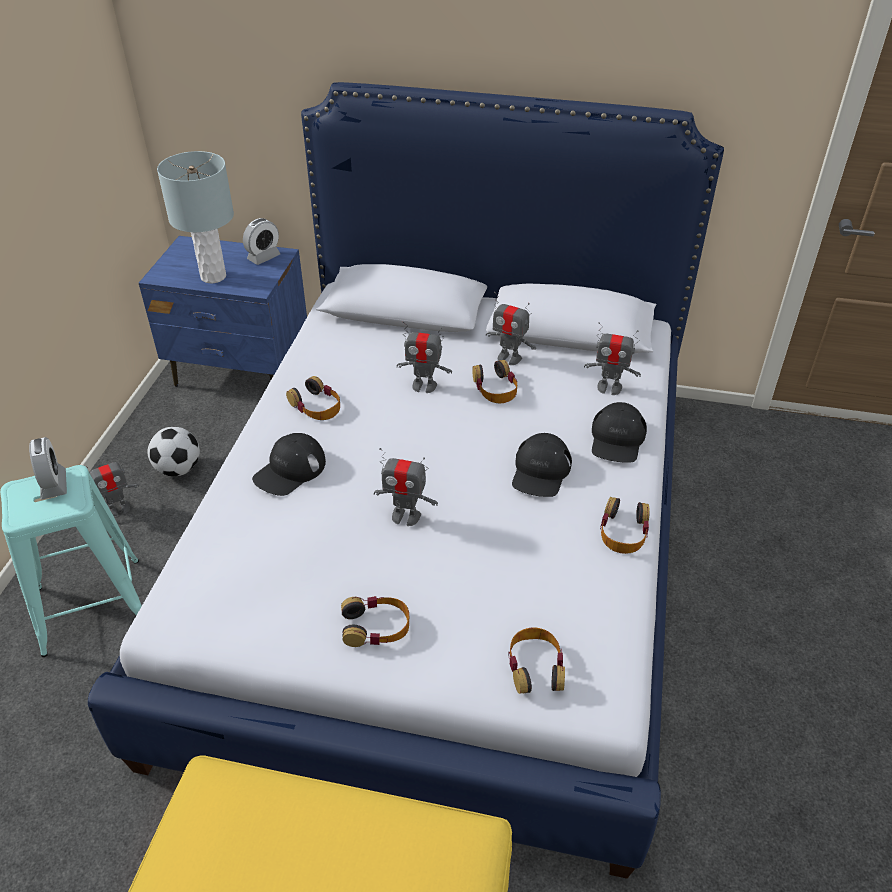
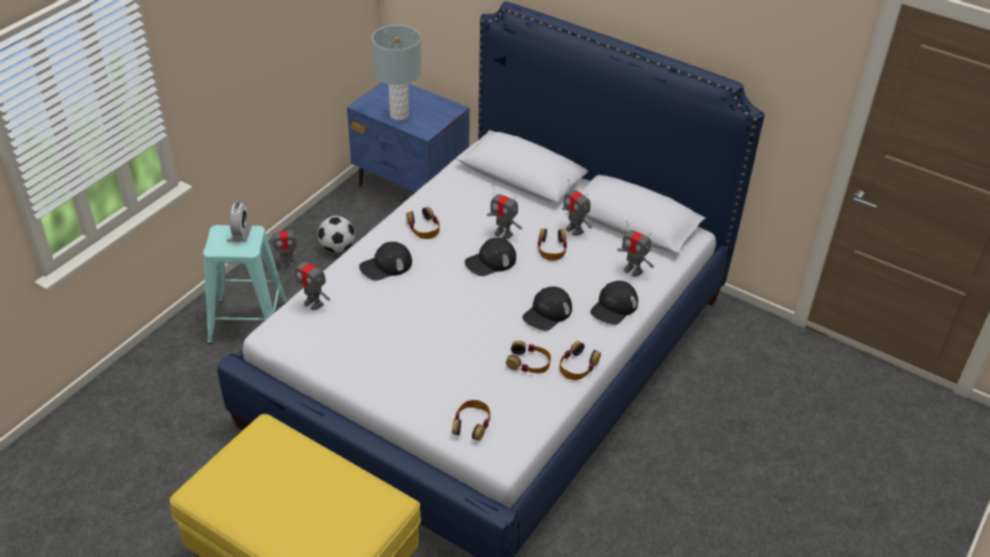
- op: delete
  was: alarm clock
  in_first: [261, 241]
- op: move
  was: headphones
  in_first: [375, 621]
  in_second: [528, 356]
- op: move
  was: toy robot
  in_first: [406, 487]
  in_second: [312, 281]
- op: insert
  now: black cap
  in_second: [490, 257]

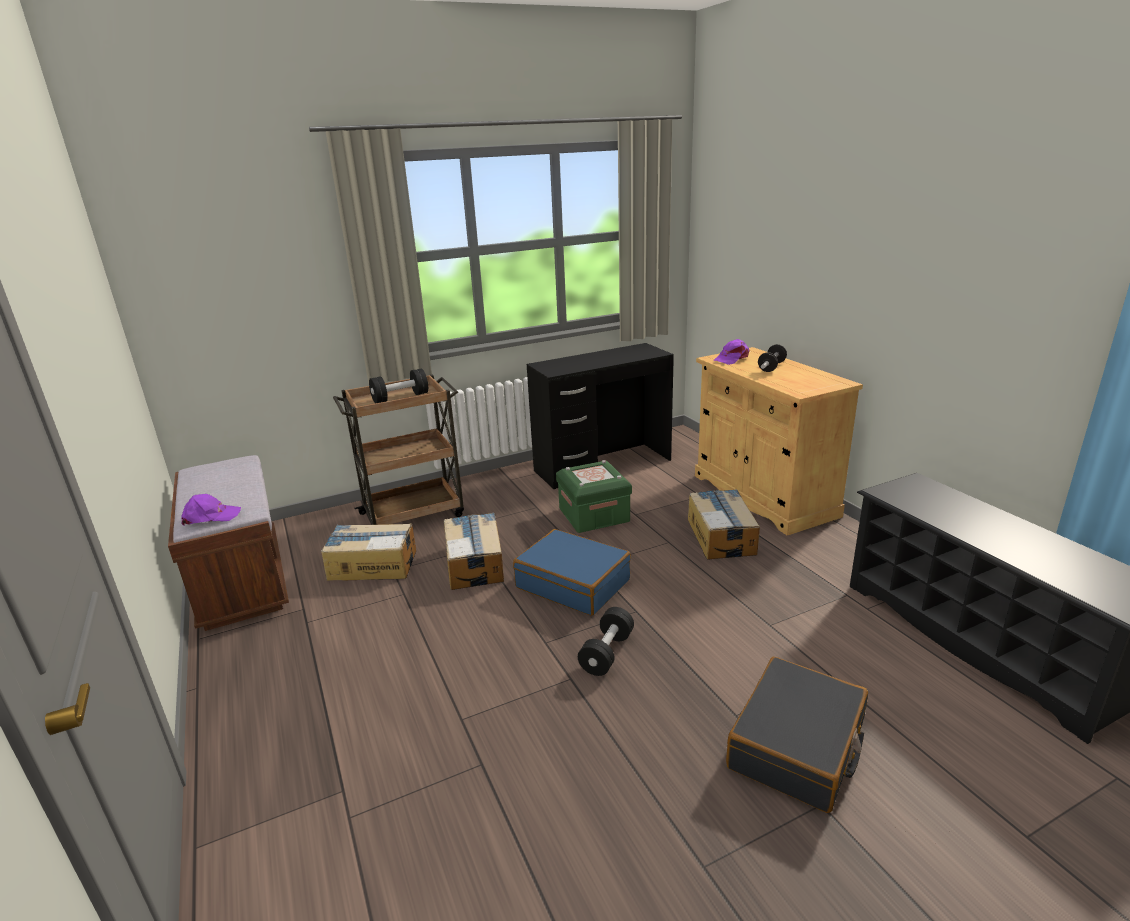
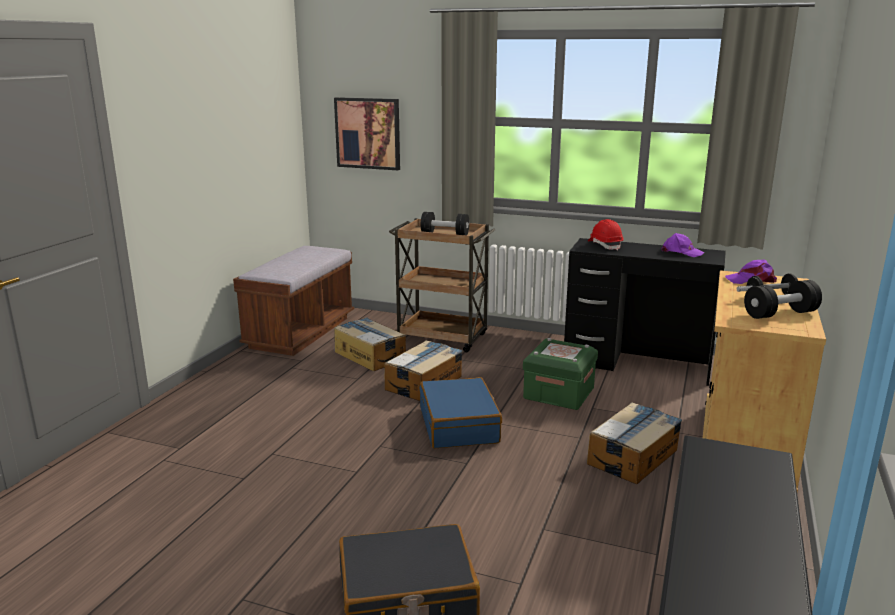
- op: move
  was: purple cap
  in_first: [211, 510]
  in_second: [683, 245]
- op: move
  was: black dumbbell
  in_first: [606, 641]
  in_second: [783, 299]
- op: insert
  now: picture
  in_second: [367, 133]
- op: insert
  now: red hard hat
  in_second: [606, 235]

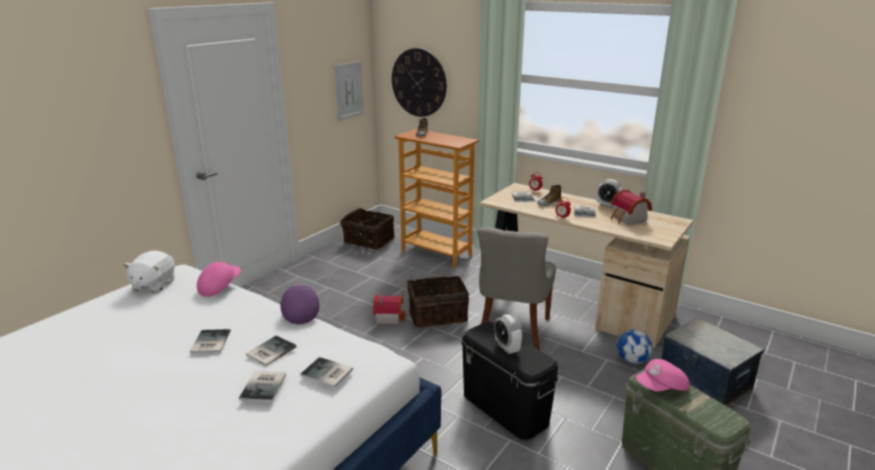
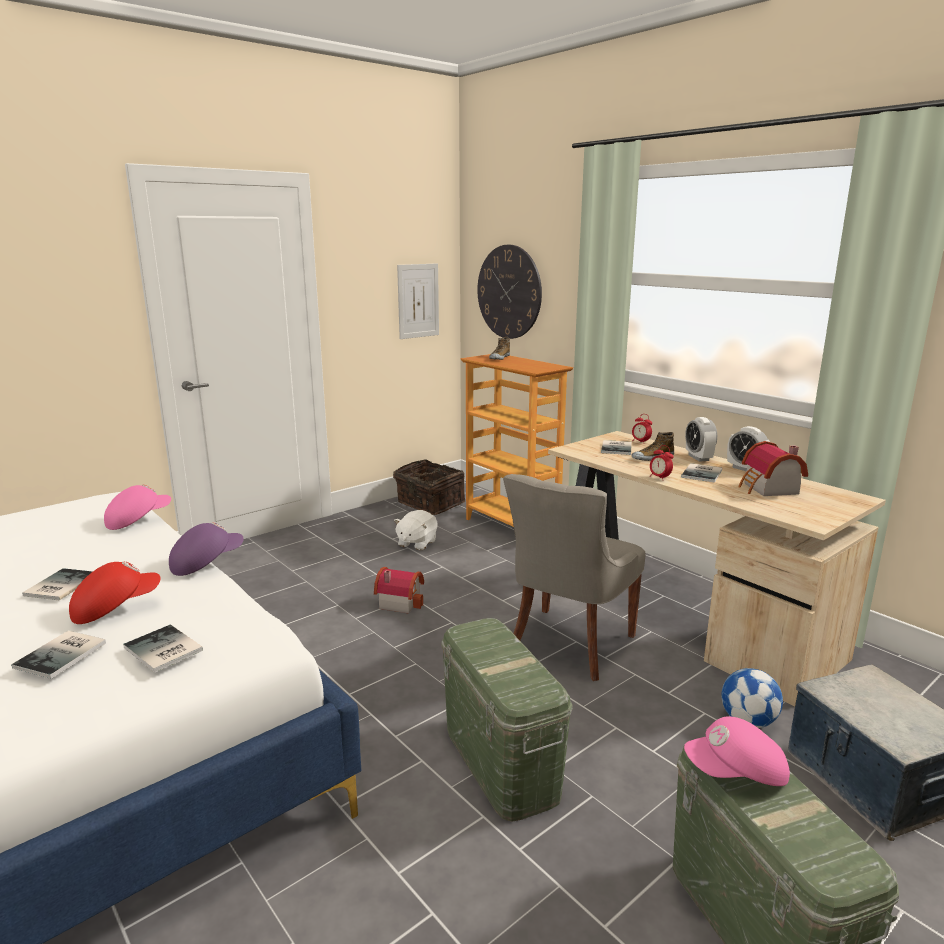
- op: move
  was: white plush toy
  in_first: [149, 271]
  in_second: [416, 530]
- op: replace
  was: book
  now: red cap
  in_first: [271, 351]
  in_second: [115, 592]
- op: rotate
  was: purple cap
  in_first: [299, 304]
  in_second: [206, 549]
  clockwise: 45
- op: delete
  was: basket
  in_first: [438, 302]
- op: recolor
  was: black storage box
  now: green storage box
  in_first: [510, 381]
  in_second: [507, 720]
- op: move
  was: alarm clock
  in_first: [508, 334]
  in_second: [701, 439]

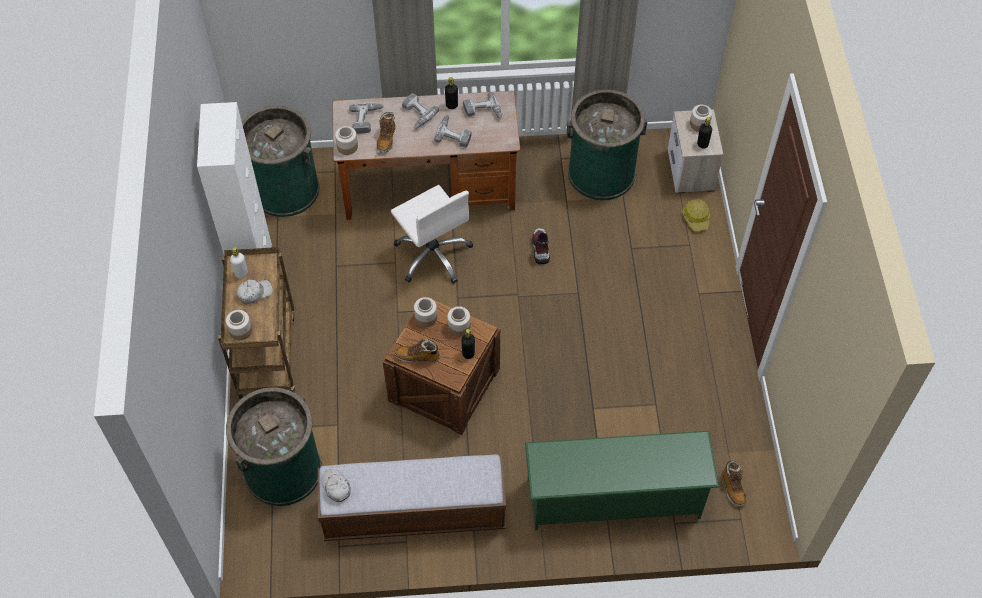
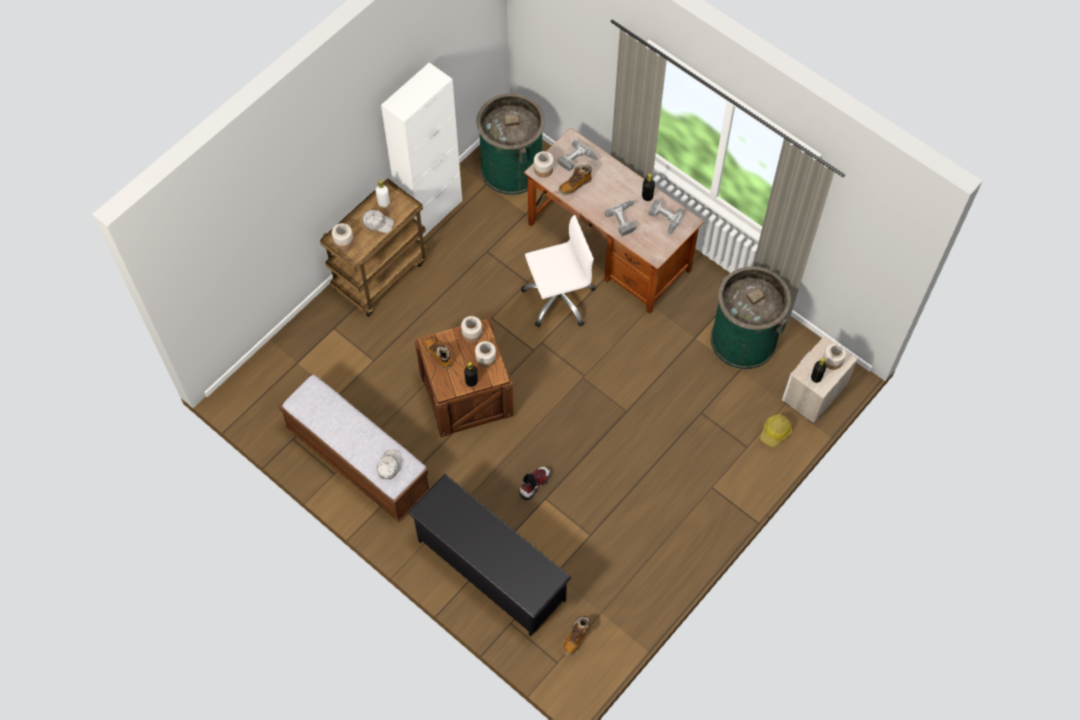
- op: delete
  was: green trash can
  in_first: [274, 446]
- op: move
  was: white cap
  in_first: [336, 485]
  in_second: [389, 464]
- op: rotate
  was: white office chair
  in_first: [432, 234]
  in_second: [558, 271]
  clockwise: -120
- op: delete
  was: power drill
  in_first: [420, 111]
- op: recolor
  was: green shoe rack
  now: black shoe rack
  in_first: [622, 480]
  in_second: [489, 555]
- op: move
  was: boot
  in_first: [540, 246]
  in_second: [535, 483]

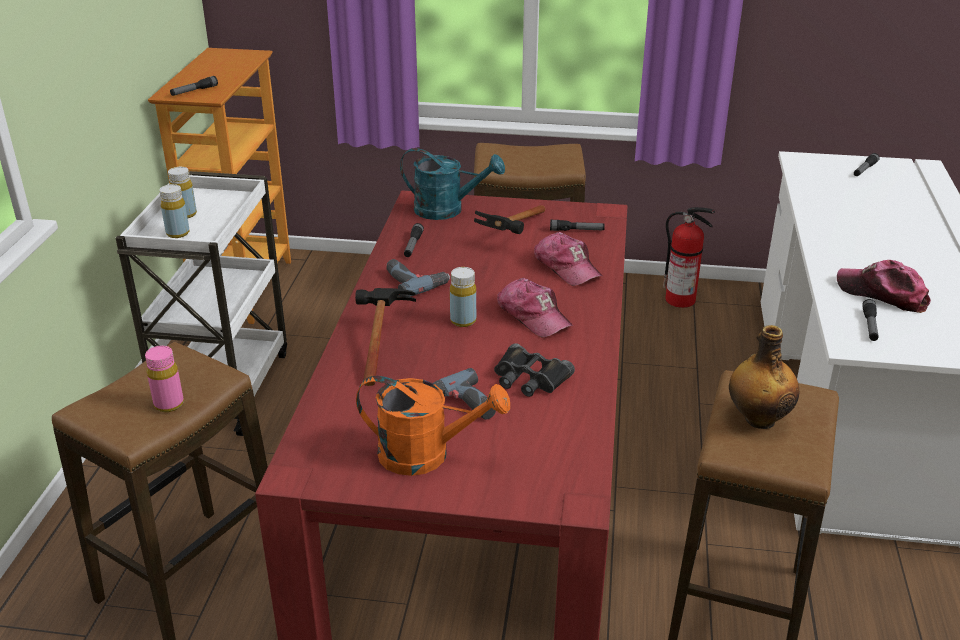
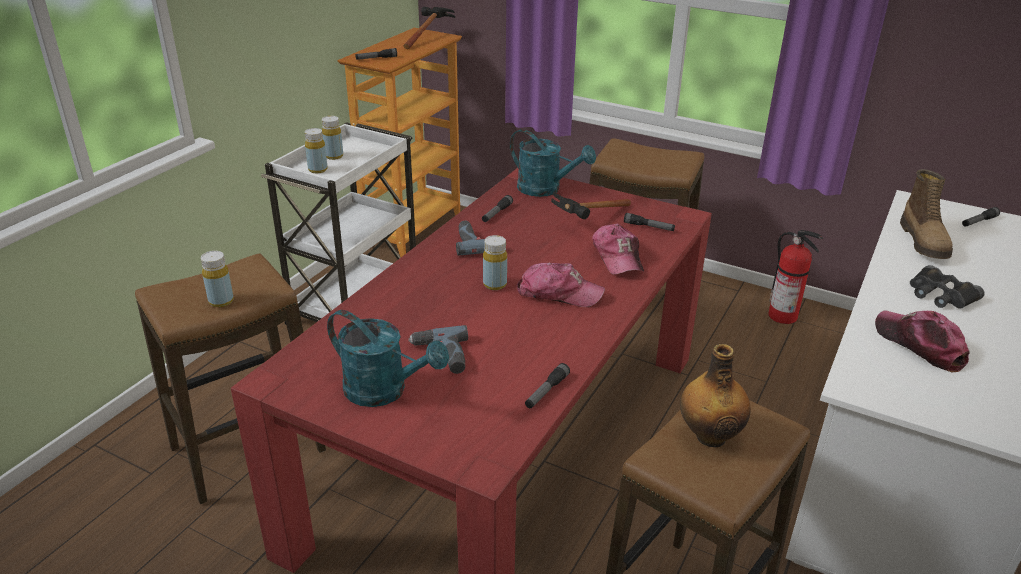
- op: recolor
  was: pink bottle
  now: yellow bottle
  in_first: [164, 379]
  in_second: [217, 279]
- op: move
  was: hammer
  in_first: [385, 337]
  in_second: [429, 28]
- op: recolor
  was: orange watering can
  now: turquoise watering can
  in_first: [433, 426]
  in_second: [388, 358]
- op: move
  was: black binoculars
  in_first: [534, 370]
  in_second: [947, 287]
- op: rotate
  was: cap
  in_first: [535, 308]
  in_second: [561, 285]
  clockwise: -60
- op: move
  was: flashlight
  in_first: [870, 320]
  in_second: [547, 385]
- op: insert
  now: boot
  in_second: [926, 214]

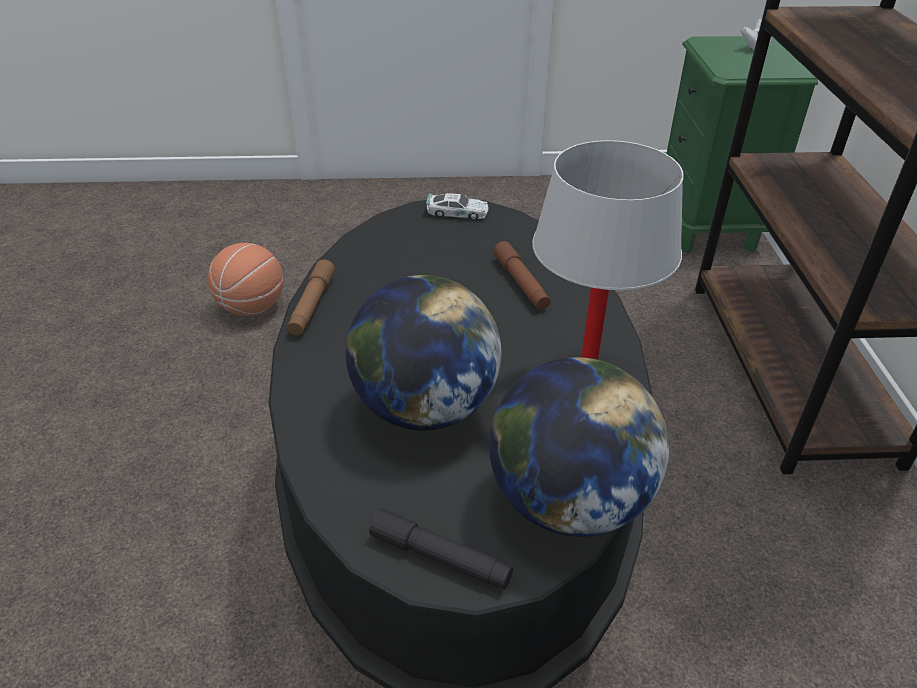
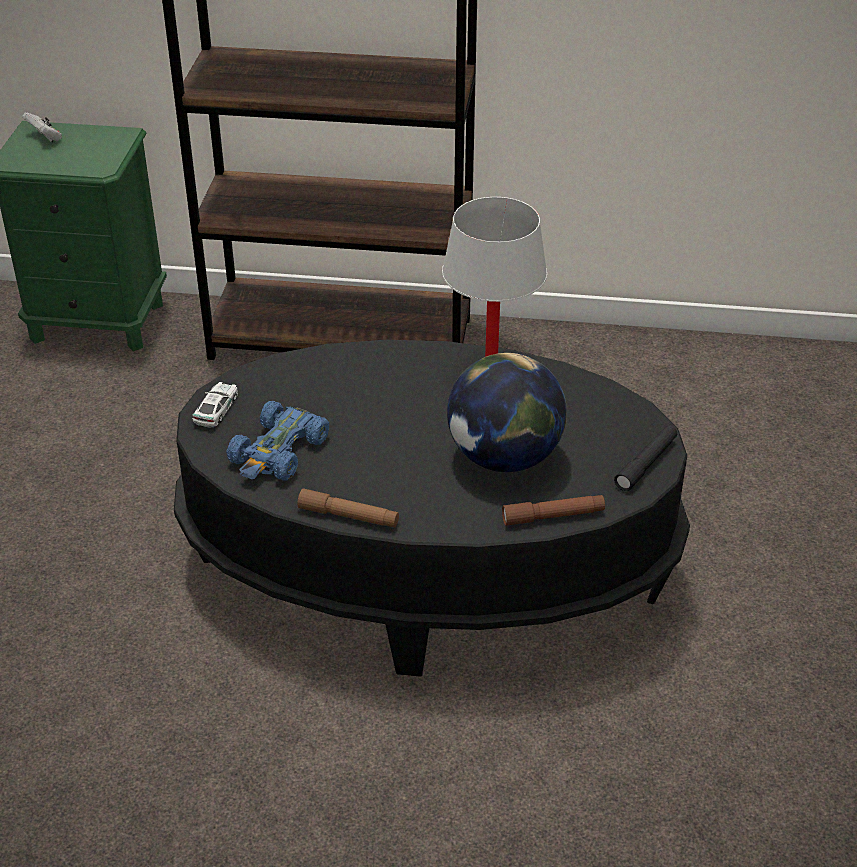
- op: delete
  was: basketball
  in_first: [246, 279]
- op: delete
  was: globe
  in_first: [579, 447]
- op: move
  was: brown flashlight
  in_first: [522, 275]
  in_second: [553, 510]
- op: insert
  now: blue toy car
  in_second: [277, 441]

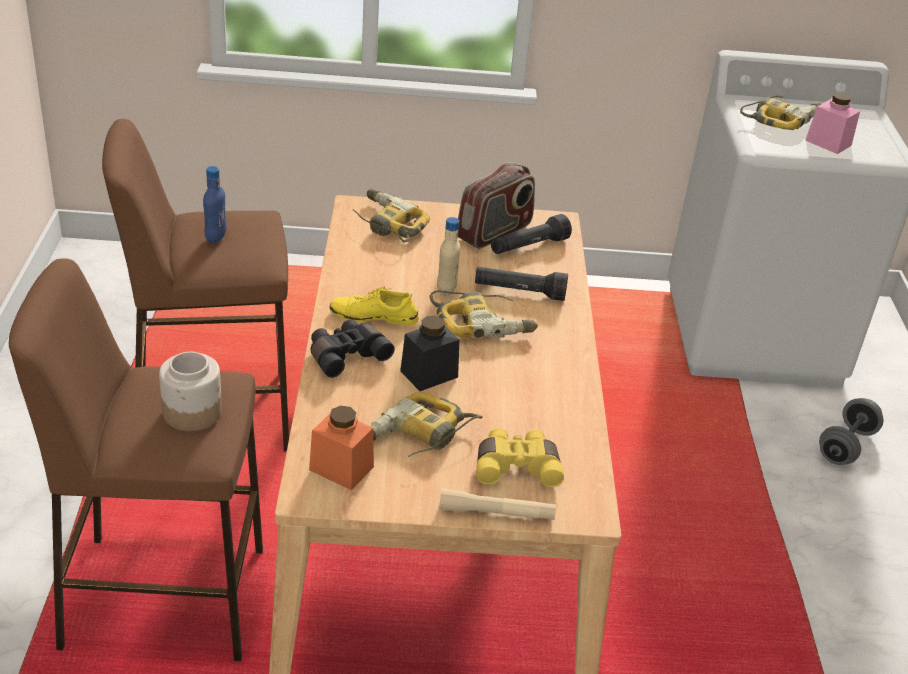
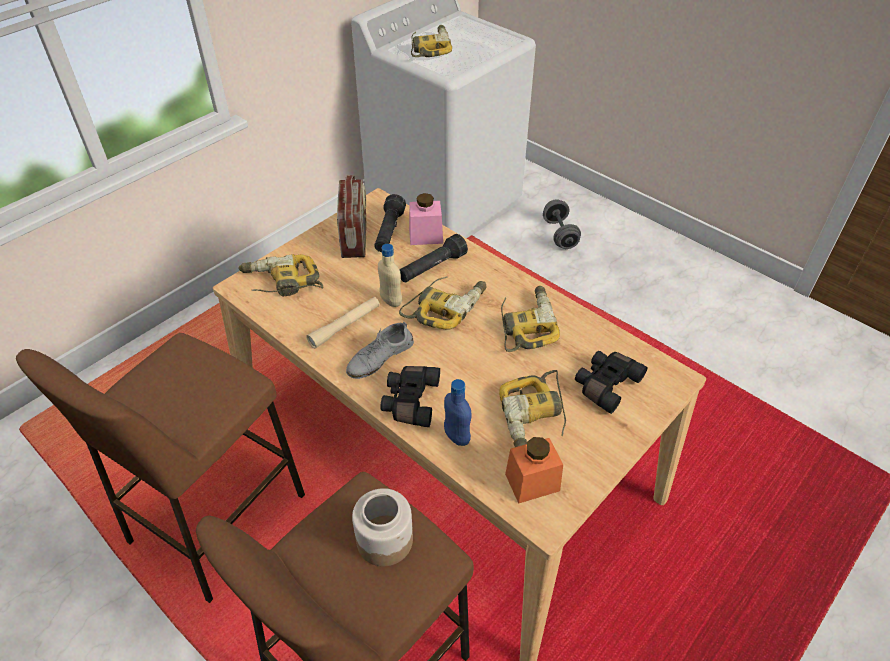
- op: move
  was: blue bottle
  in_first: [214, 204]
  in_second: [457, 412]
- op: recolor
  was: yellow shoe
  now: grey shoe
  in_first: [373, 306]
  in_second: [380, 350]
- op: delete
  was: black jar
  in_first: [430, 353]
- op: move
  was: beige flashlight
  in_first: [497, 504]
  in_second: [343, 322]
- op: recolor
  was: yellow binoculars
  now: black binoculars
  in_first: [520, 457]
  in_second: [611, 382]
- op: move
  was: pink jar
  in_first: [832, 123]
  in_second: [426, 219]
- op: insert
  now: power drill
  in_second: [530, 319]

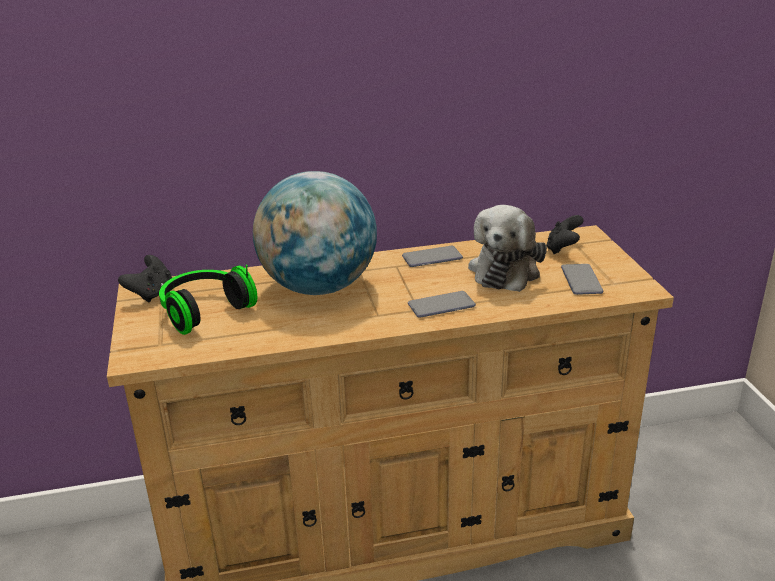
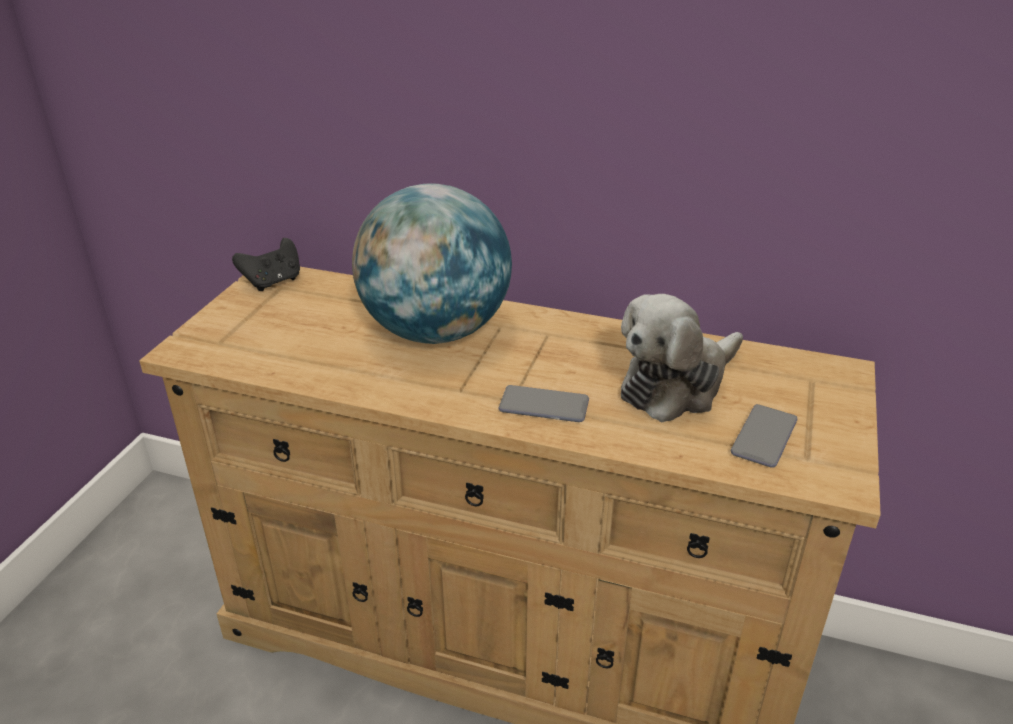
- op: delete
  was: headphones
  in_first: [208, 299]
- op: delete
  was: phone
  in_first: [432, 256]
- op: delete
  was: black game controller
  in_first: [565, 234]

